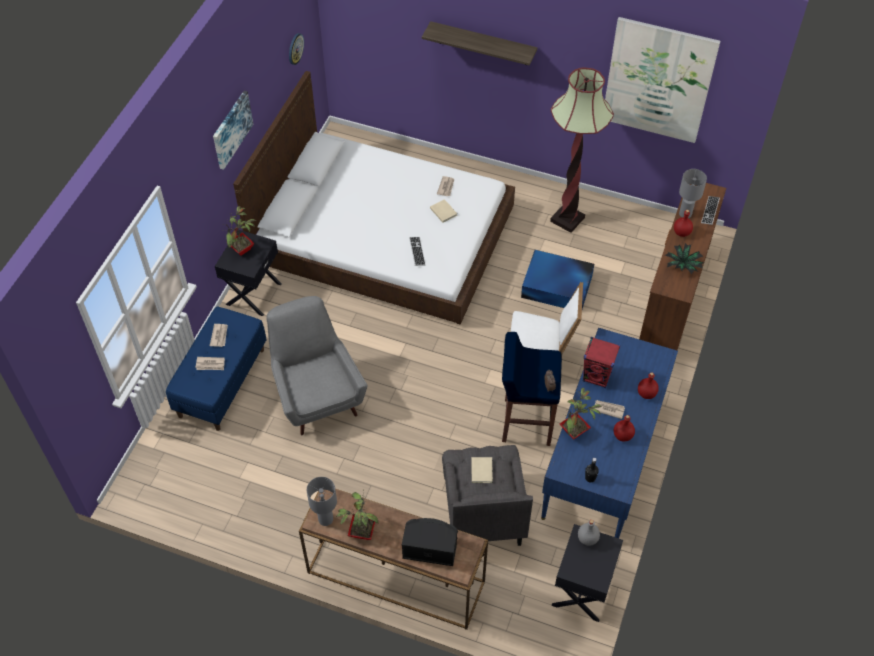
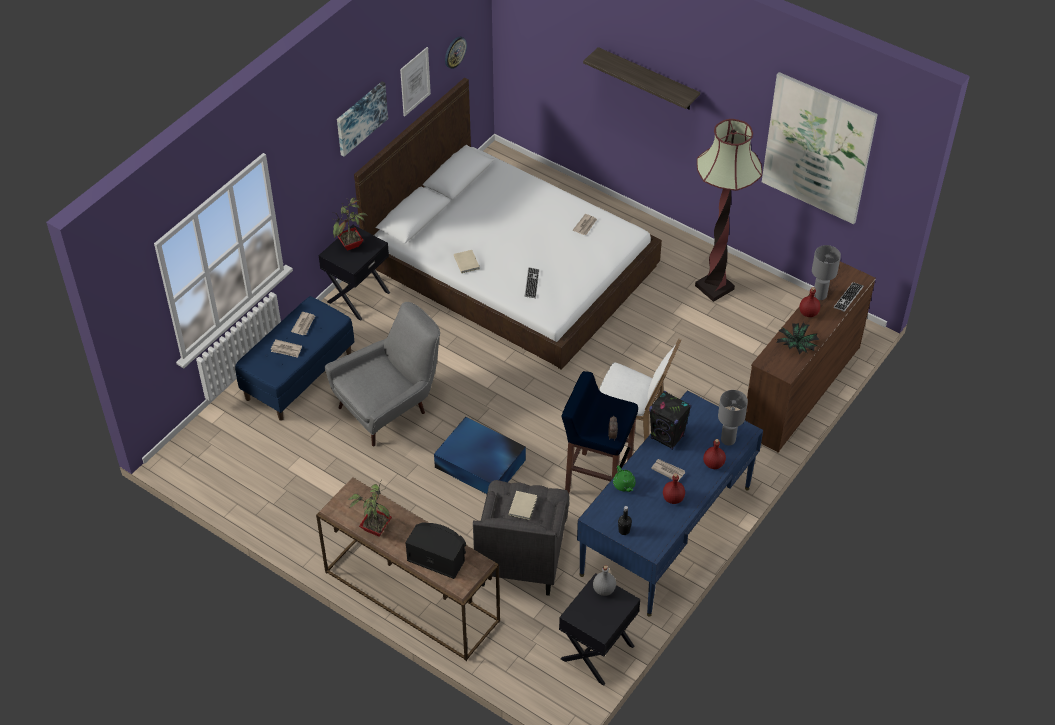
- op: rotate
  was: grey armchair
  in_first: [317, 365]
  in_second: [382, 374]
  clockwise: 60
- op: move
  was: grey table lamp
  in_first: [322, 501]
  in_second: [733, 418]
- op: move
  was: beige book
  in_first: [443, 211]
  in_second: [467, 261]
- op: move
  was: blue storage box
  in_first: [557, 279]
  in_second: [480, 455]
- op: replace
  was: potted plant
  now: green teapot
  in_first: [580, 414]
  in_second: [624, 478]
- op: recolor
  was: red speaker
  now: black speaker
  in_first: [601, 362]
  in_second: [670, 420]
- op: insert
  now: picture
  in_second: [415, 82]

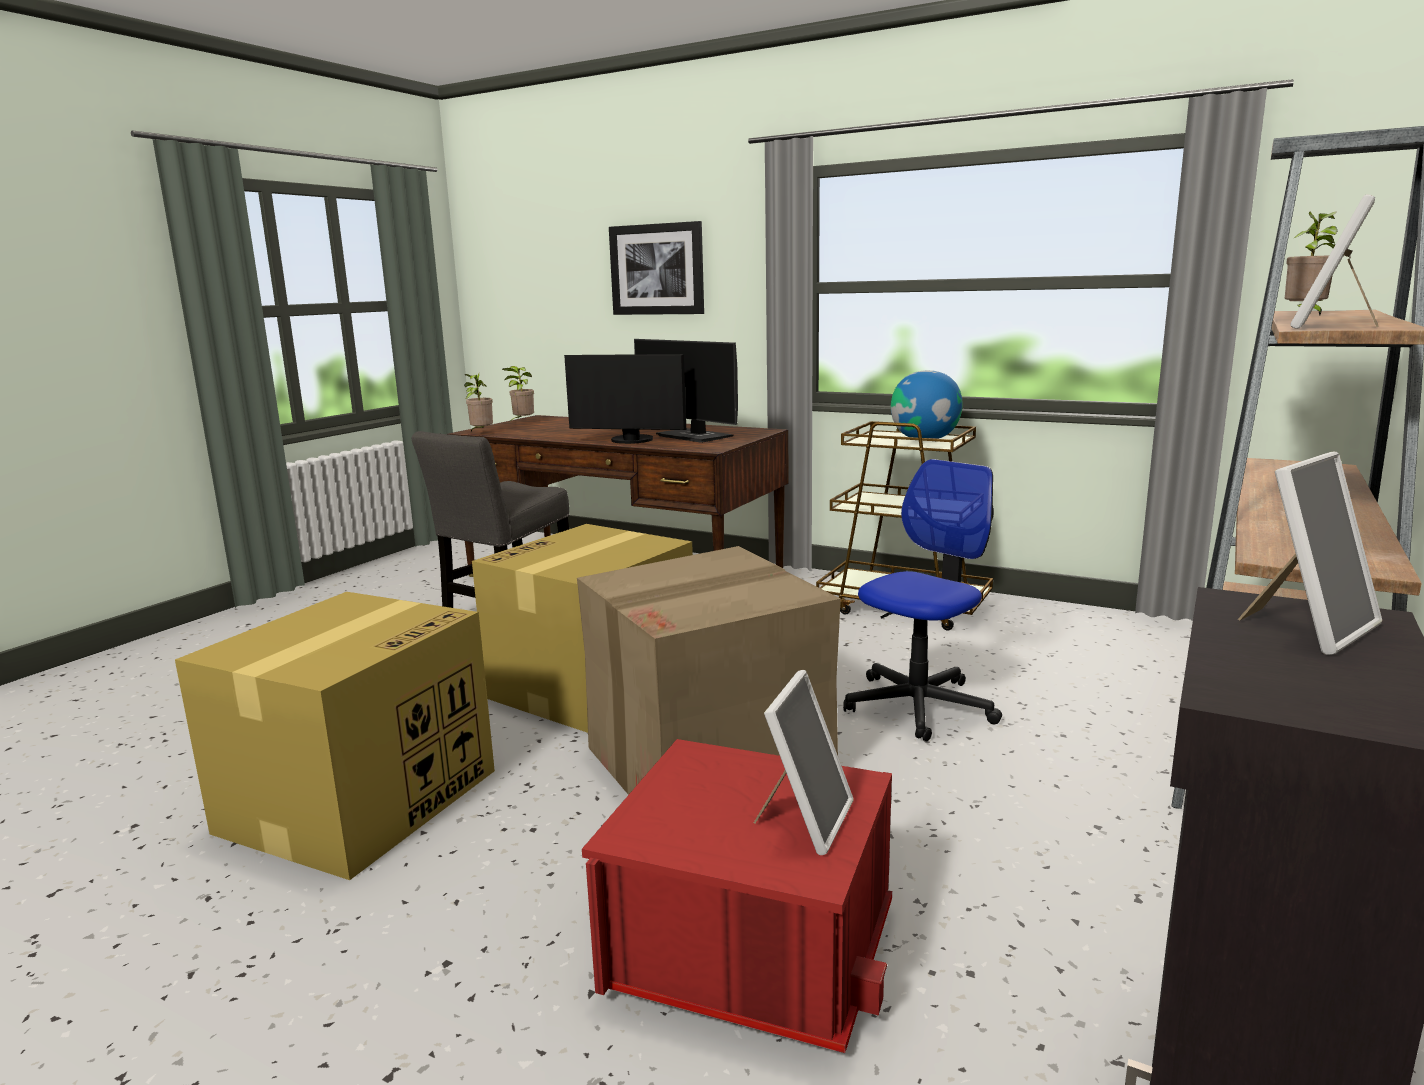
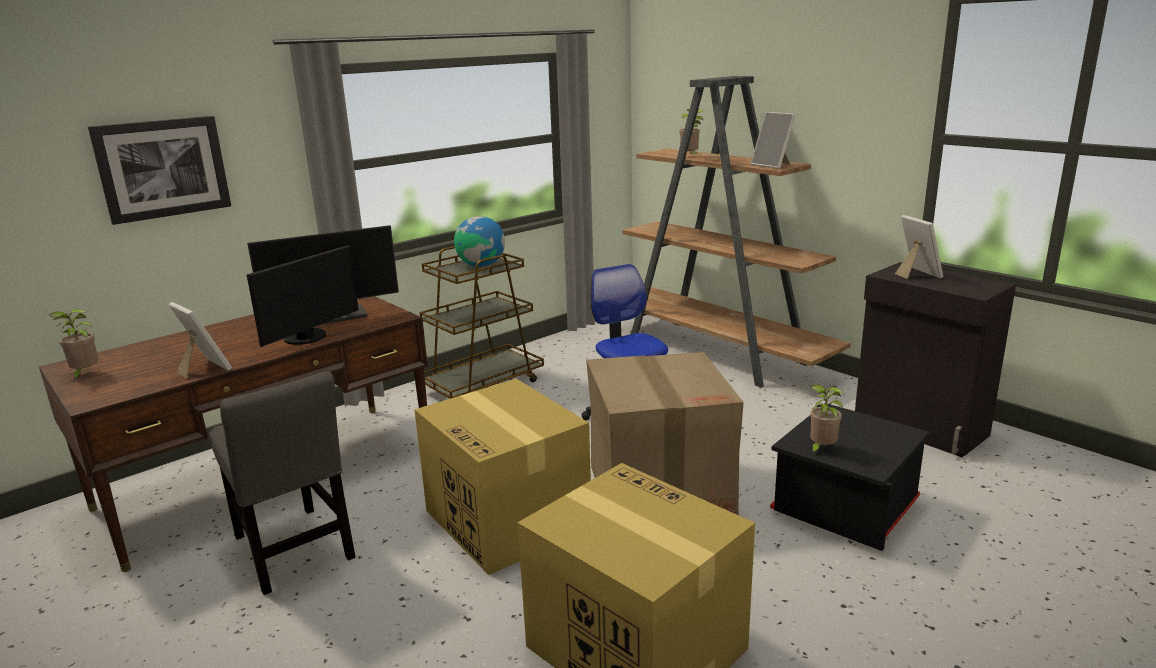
- op: move
  was: potted plant
  in_first: [478, 402]
  in_second: [827, 419]
- op: recolor
  was: red storage box
  now: black storage box
  in_first: [737, 896]
  in_second: [850, 477]
- op: move
  was: picture frame
  in_first: [804, 762]
  in_second: [200, 340]

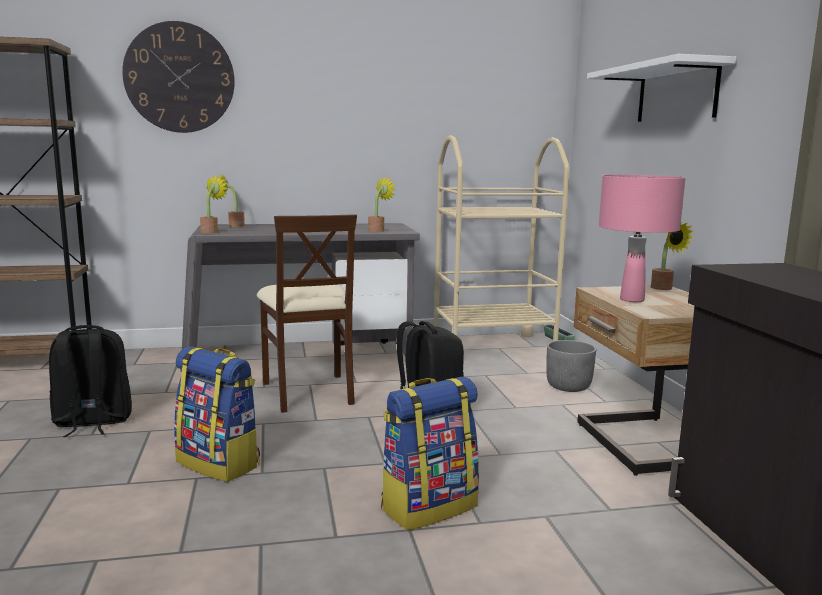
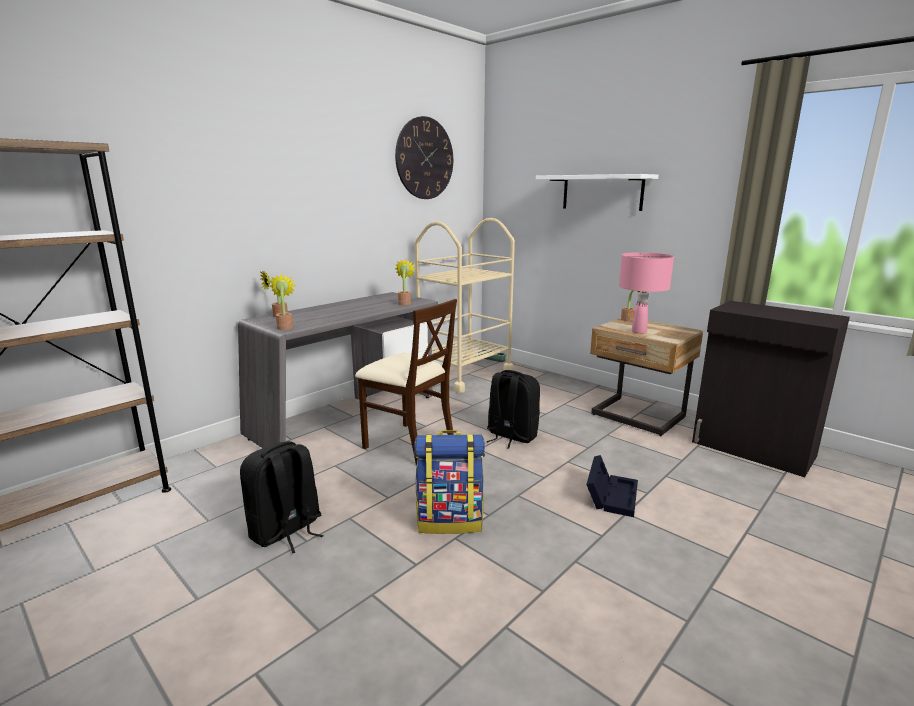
- op: move
  was: wall clock
  in_first: [178, 77]
  in_second: [424, 157]
- op: replace
  was: backpack
  now: black storage box
  in_first: [430, 453]
  in_second: [612, 486]
- op: delete
  was: grey planter
  in_first: [571, 366]

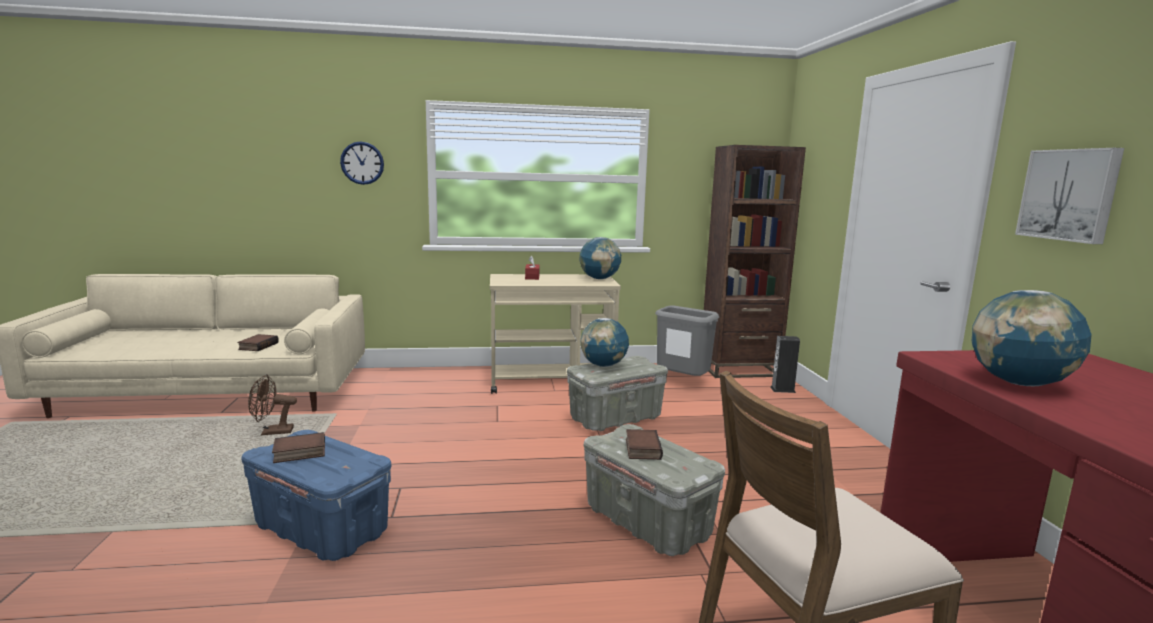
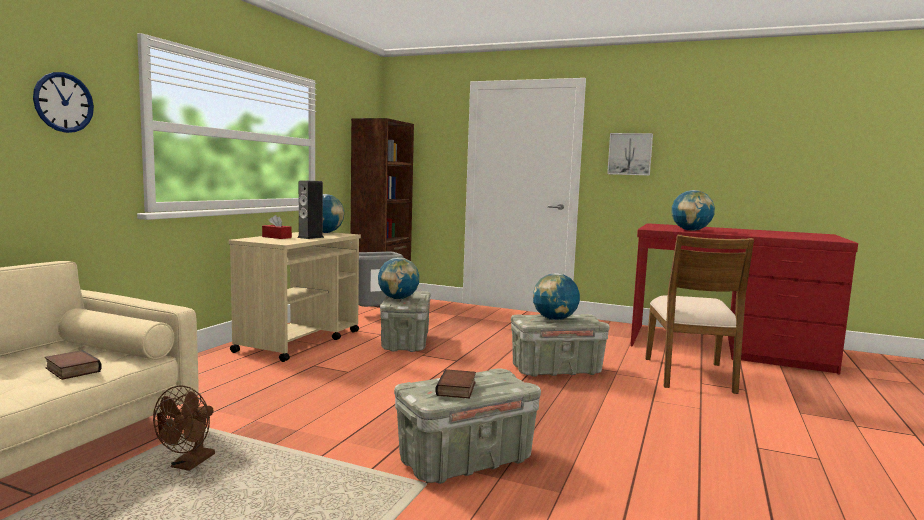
- op: recolor
  was: blue storage box
  now: grey storage box
  in_first: [316, 495]
  in_second: [467, 426]
- op: replace
  was: book
  now: globe
  in_first: [644, 444]
  in_second: [556, 296]
- op: move
  was: speaker
  in_first: [785, 364]
  in_second: [310, 209]

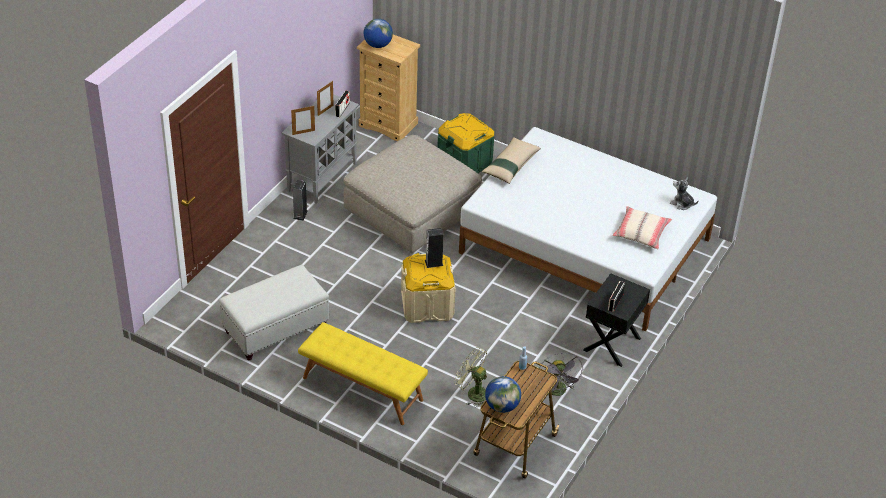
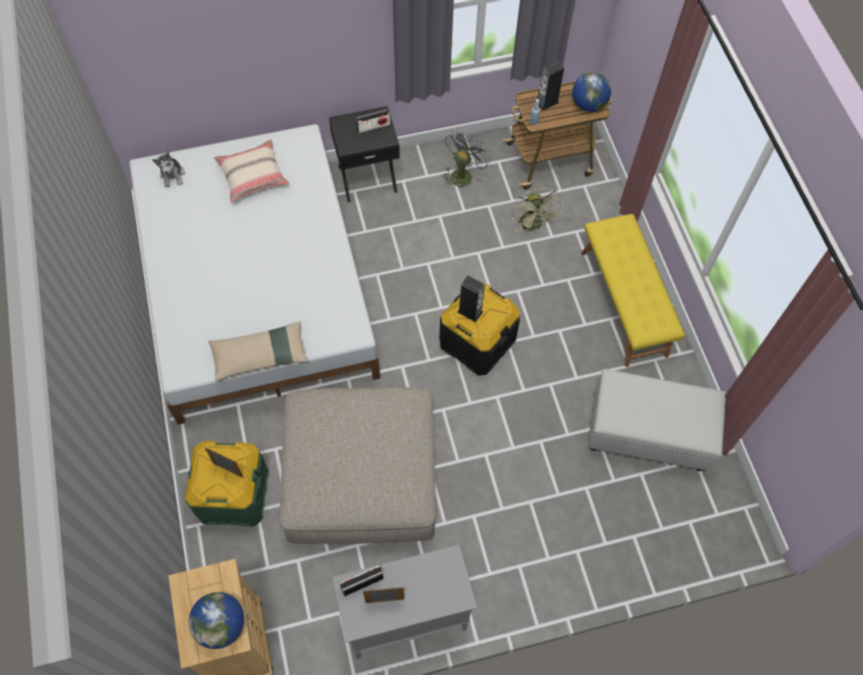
- op: move
  was: picture frame
  in_first: [303, 120]
  in_second: [224, 462]
- op: move
  was: speaker
  in_first: [300, 200]
  in_second: [551, 85]
- op: recolor
  was: beige storage box
  now: black storage box
  in_first: [428, 288]
  in_second: [479, 328]

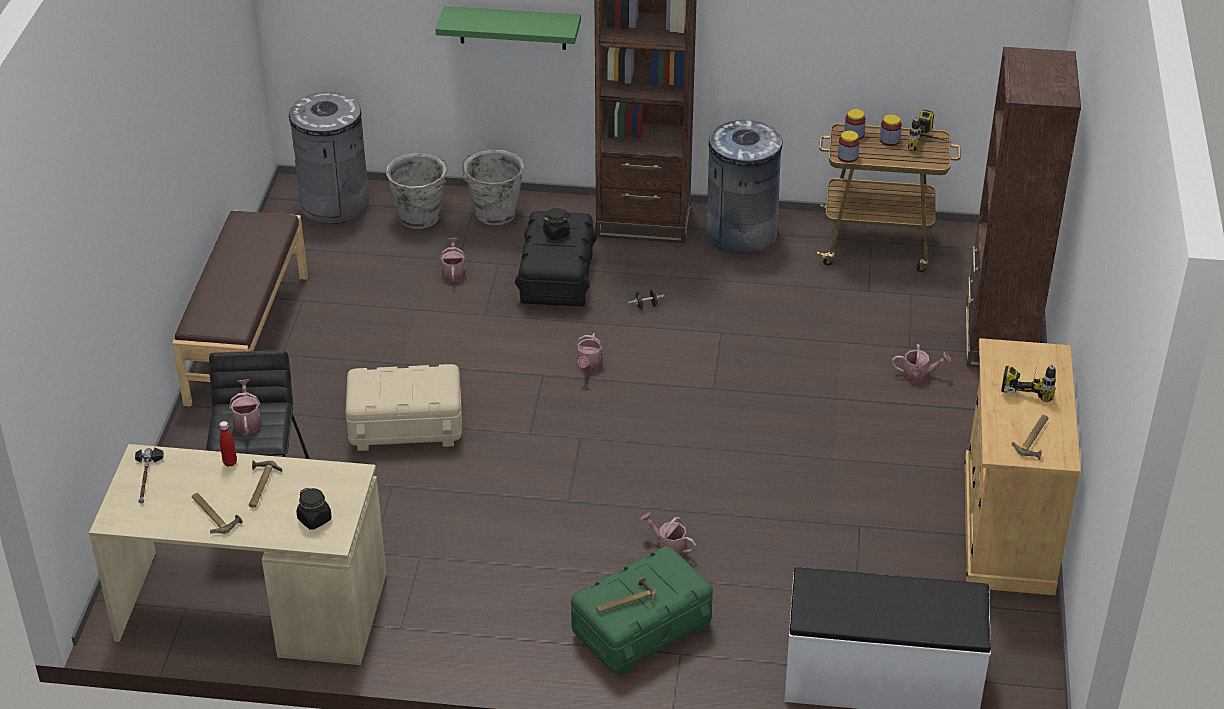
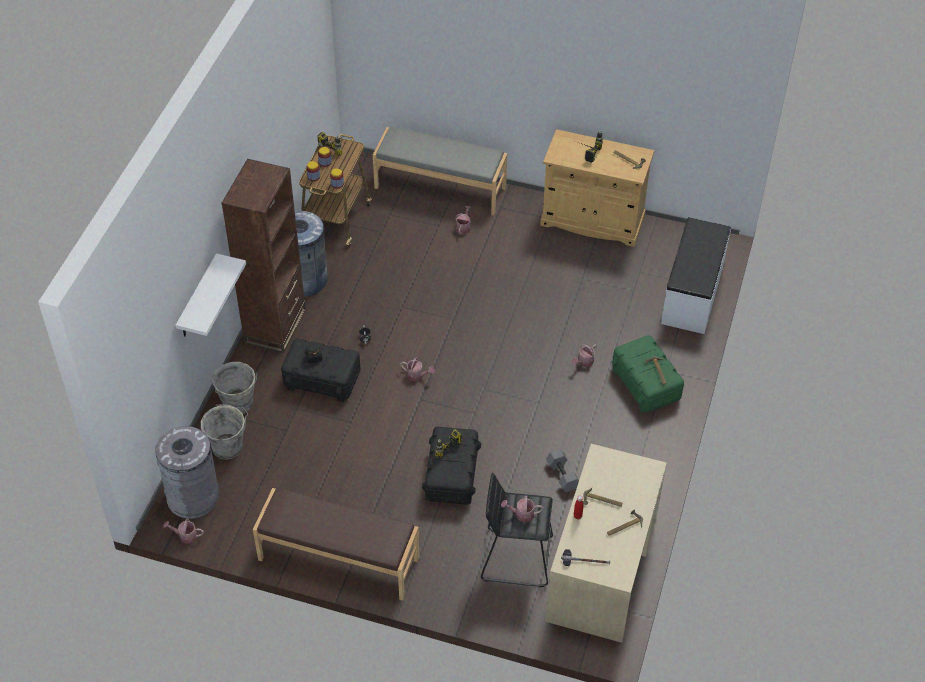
- op: delete
  was: black jar
  in_first: [314, 509]
- op: recolor
  was: beige storage box
  now: black storage box
  in_first: [403, 407]
  in_second: [451, 466]
- op: recolor
  was: green shelf
  now: white shelf
  in_first: [508, 28]
  in_second: [211, 294]
- op: move
  was: watering can
  in_first: [453, 260]
  in_second: [184, 531]
- op: replace
  was: brown bookcase
  now: grey bench
  in_first: [1023, 207]
  in_second: [440, 171]
- op: insert
  now: power drill
  in_second: [449, 444]
- op: insert
  now: grey dumbbell
  in_second: [562, 471]

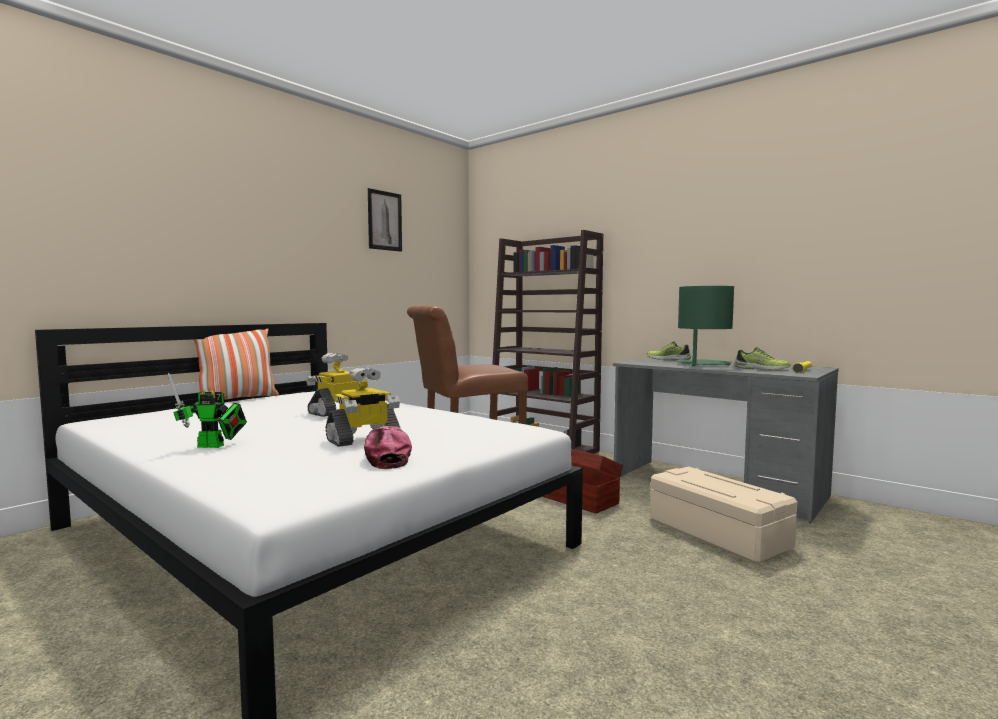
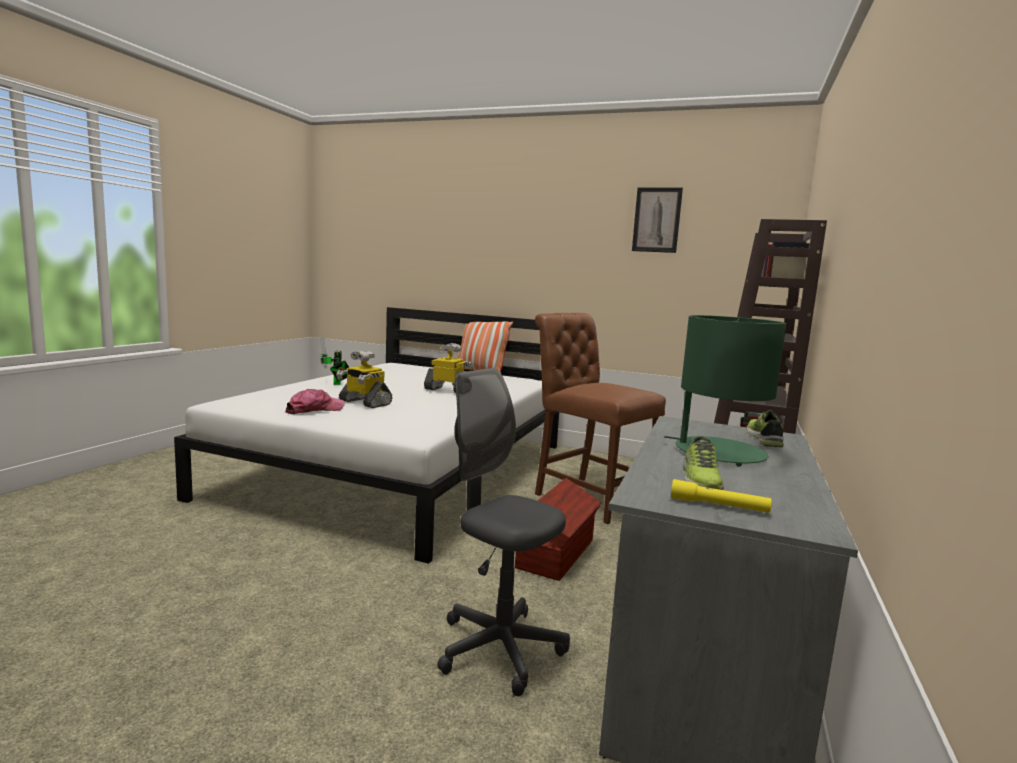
- op: replace
  was: beige storage box
  now: grey office chair
  in_first: [723, 515]
  in_second: [503, 532]

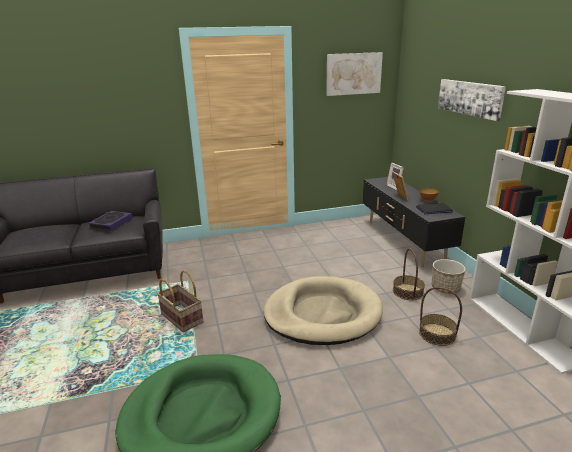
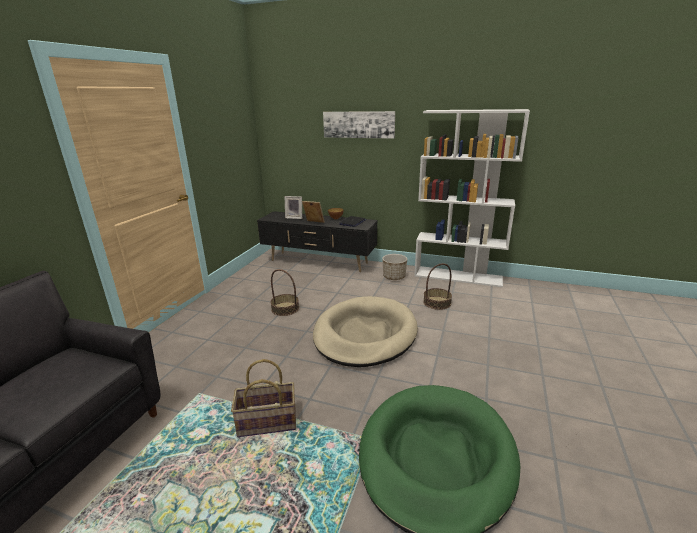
- op: delete
  was: book
  in_first: [110, 221]
- op: delete
  was: picture
  in_first: [354, 74]
- op: move
  was: basket
  in_first: [409, 274]
  in_second: [284, 292]

